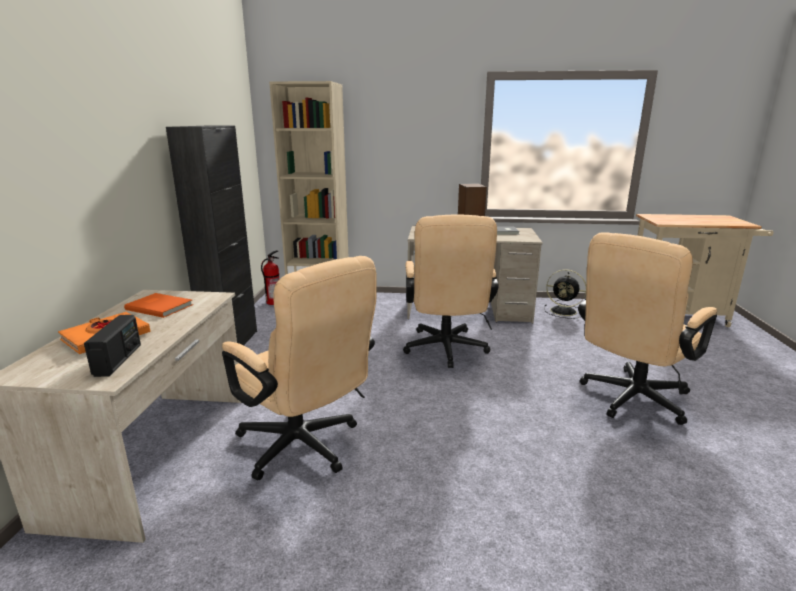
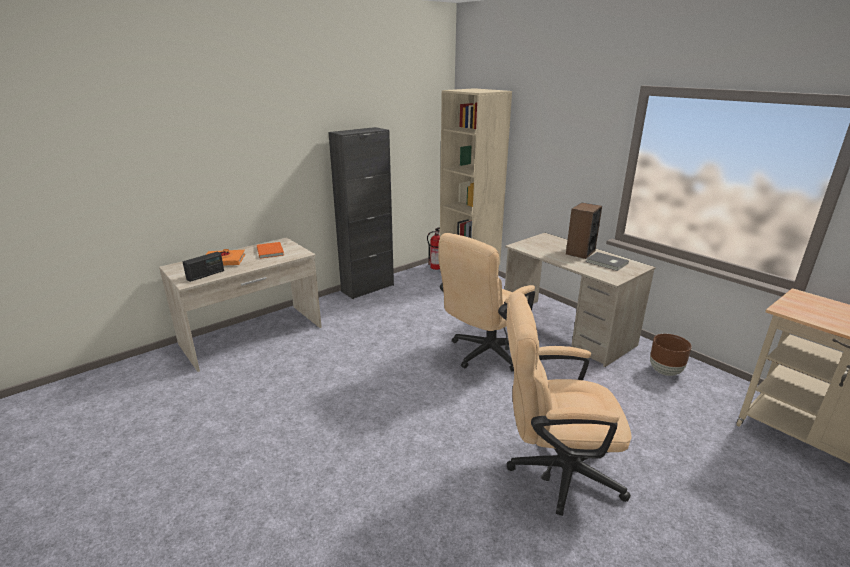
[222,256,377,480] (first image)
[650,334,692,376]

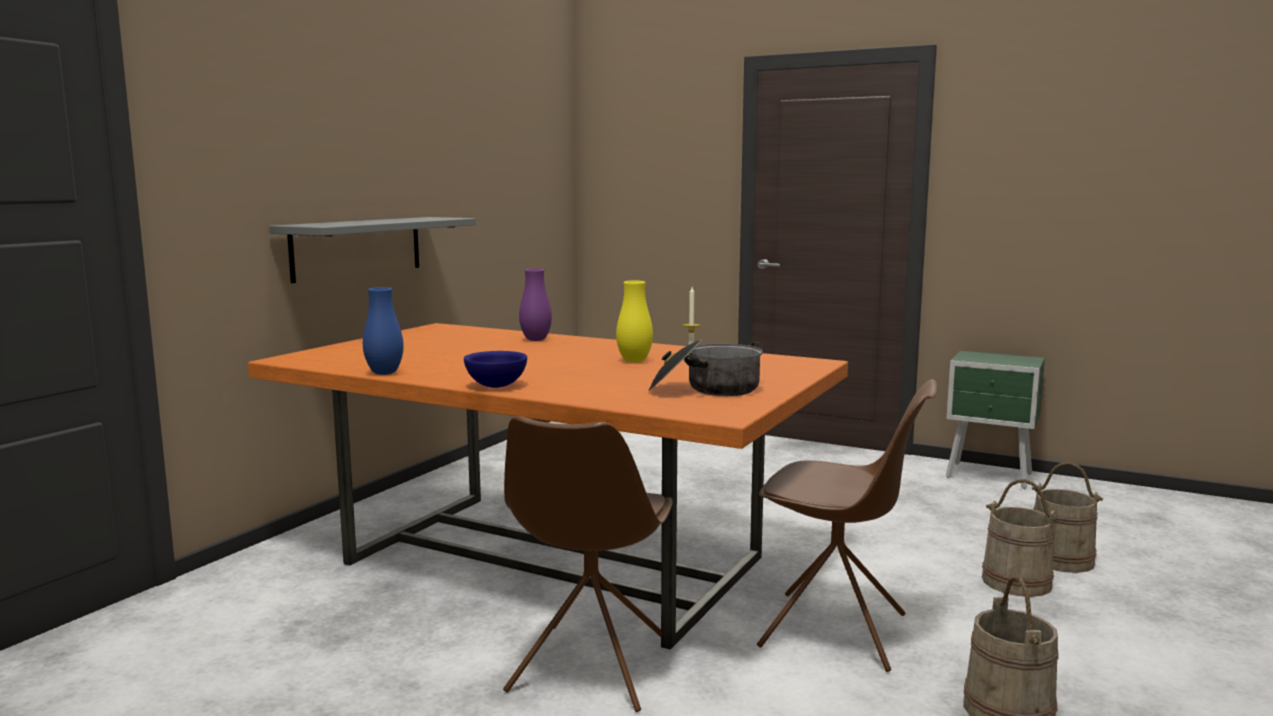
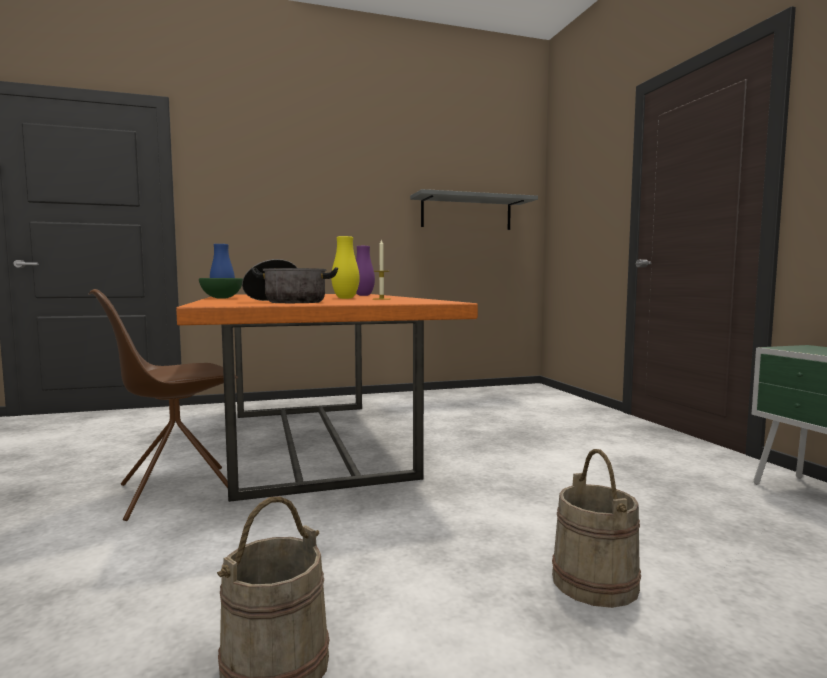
[757,379,937,672] (first image)
[1032,462,1104,573] (first image)
[410,189,538,230]
[199,278,243,299]

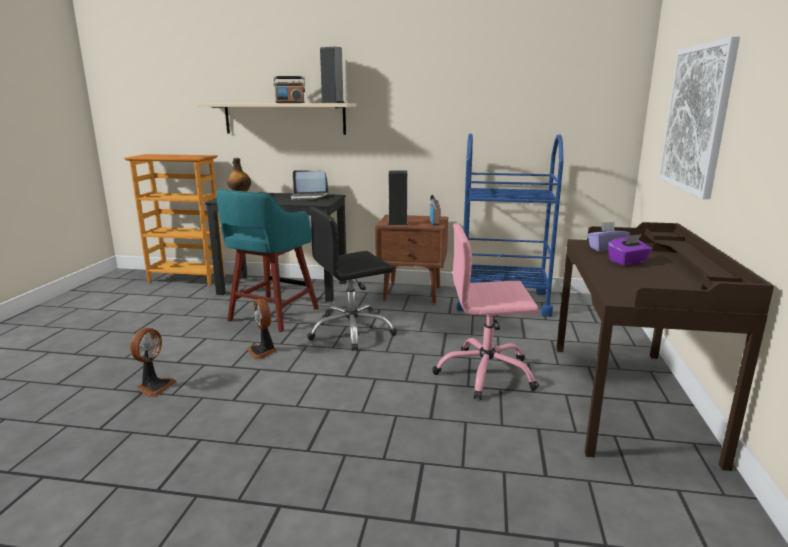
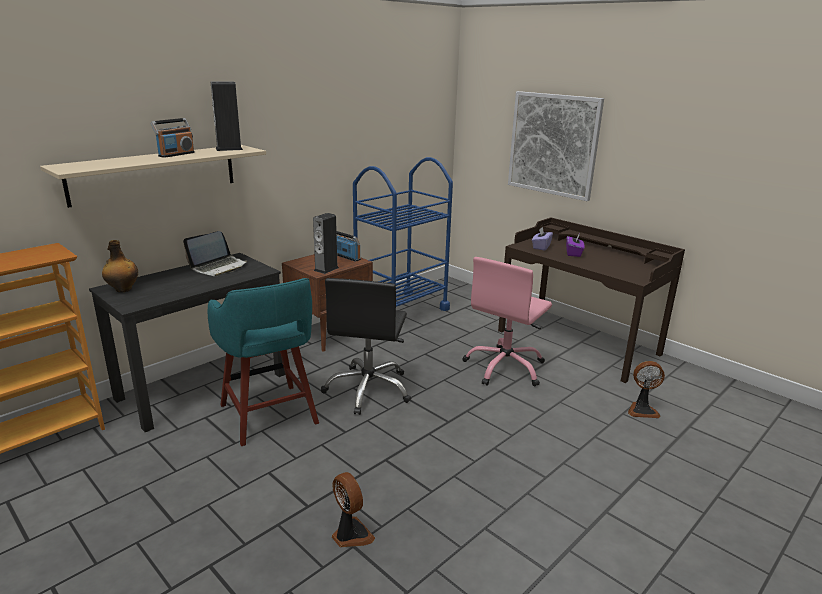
[628,361,665,418]

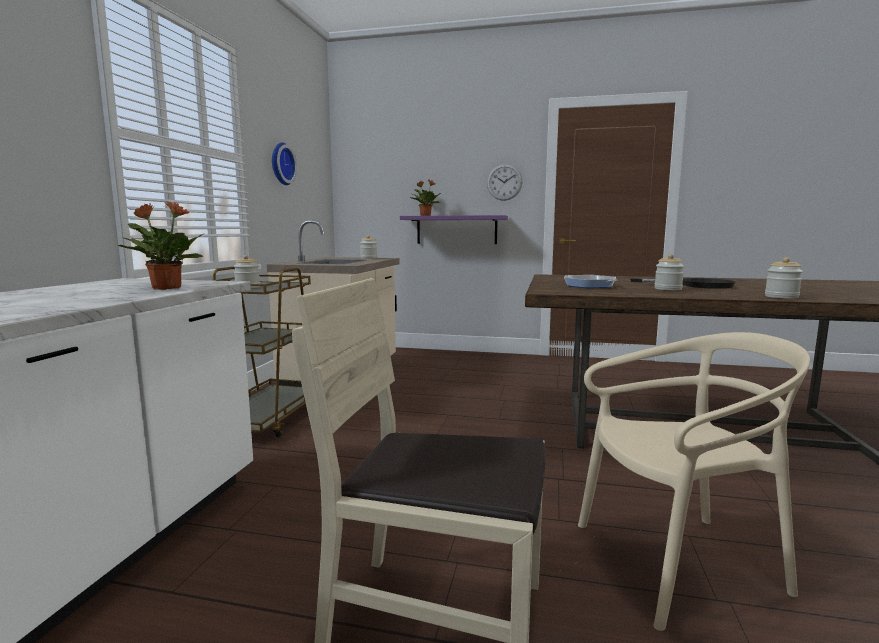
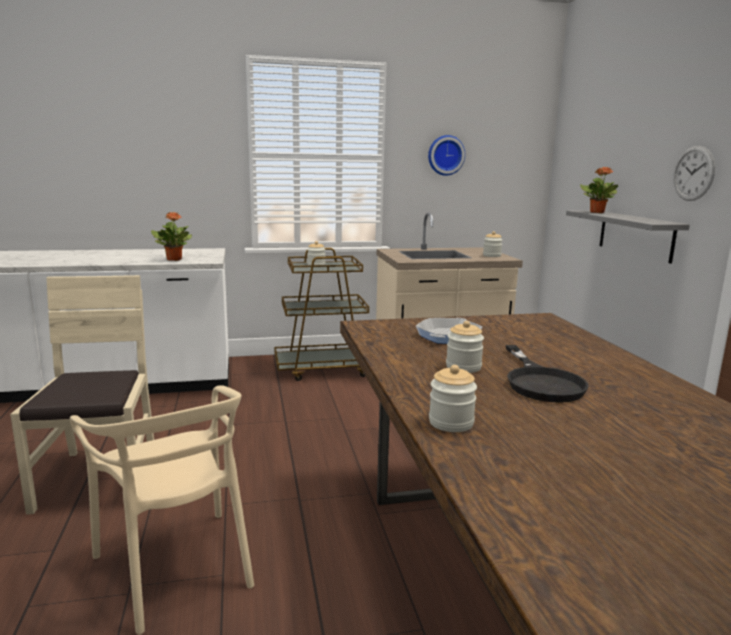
[566,210,690,264]

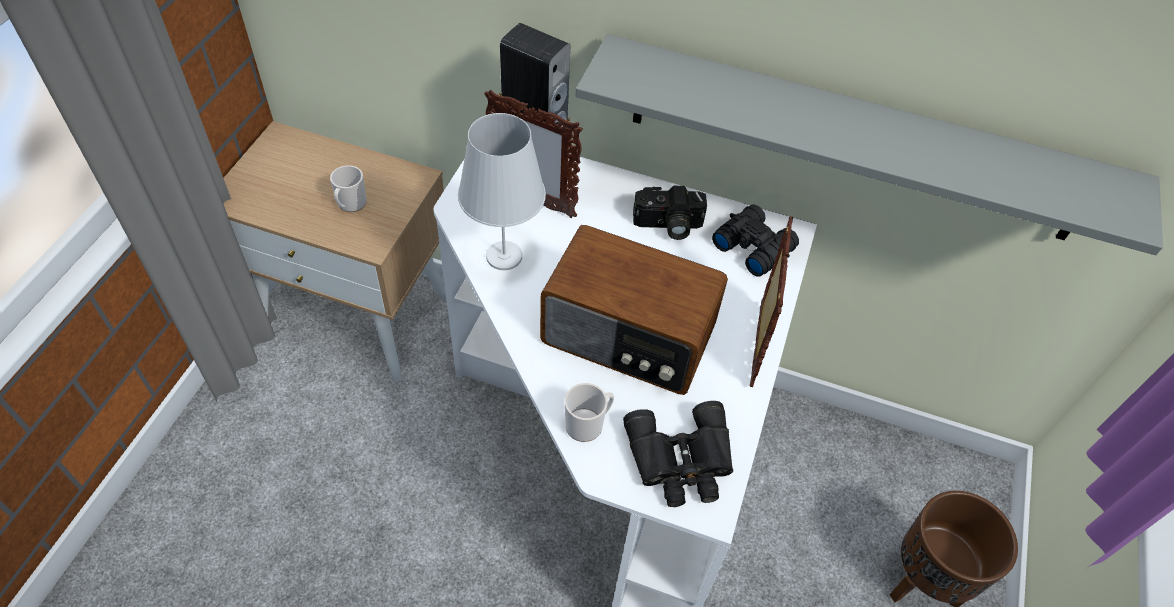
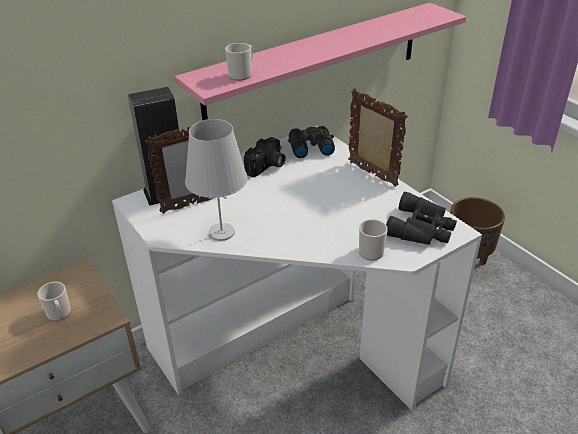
[540,225,728,395] (first image)
[225,43,253,81]
[174,3,466,120]

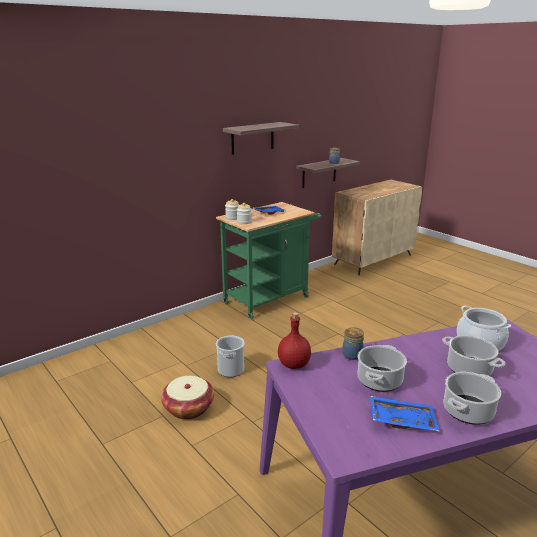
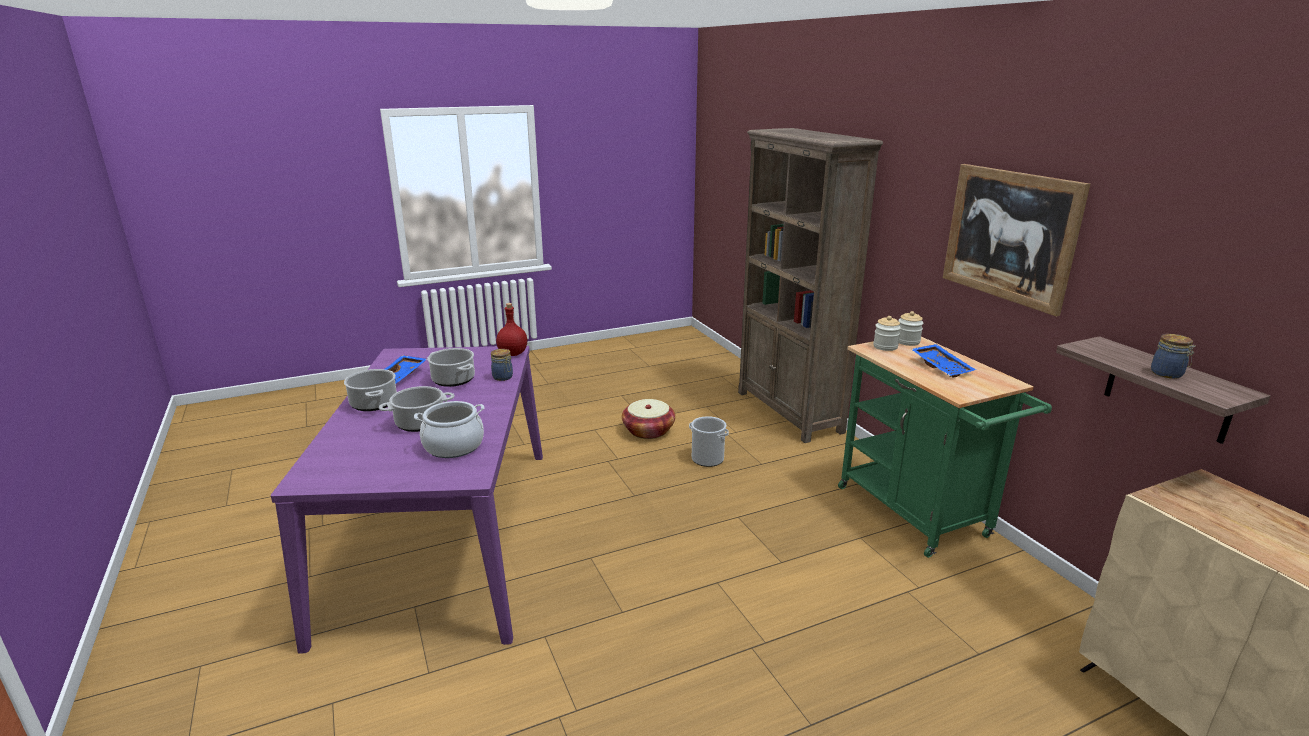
[738,128,883,443]
[943,164,1090,316]

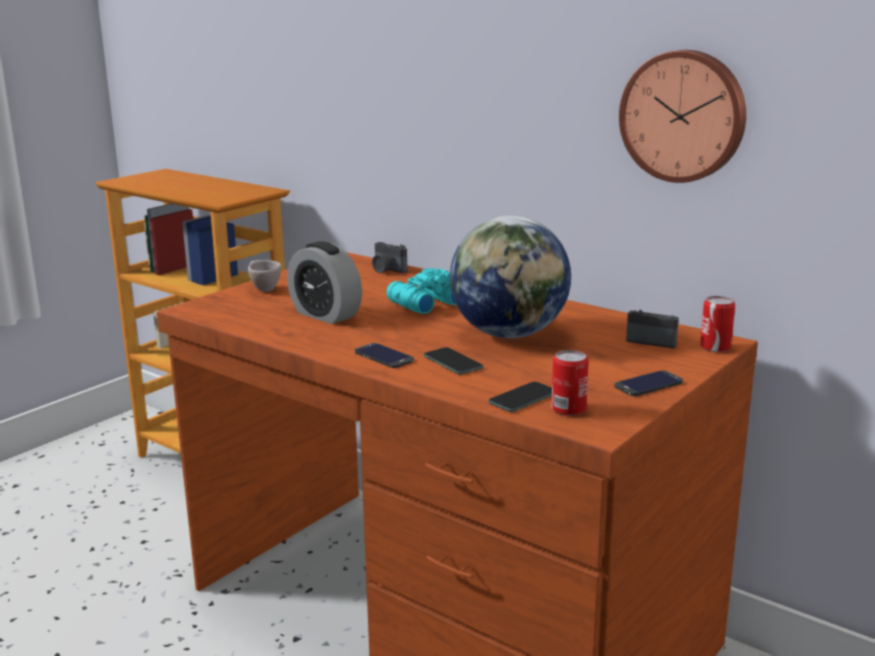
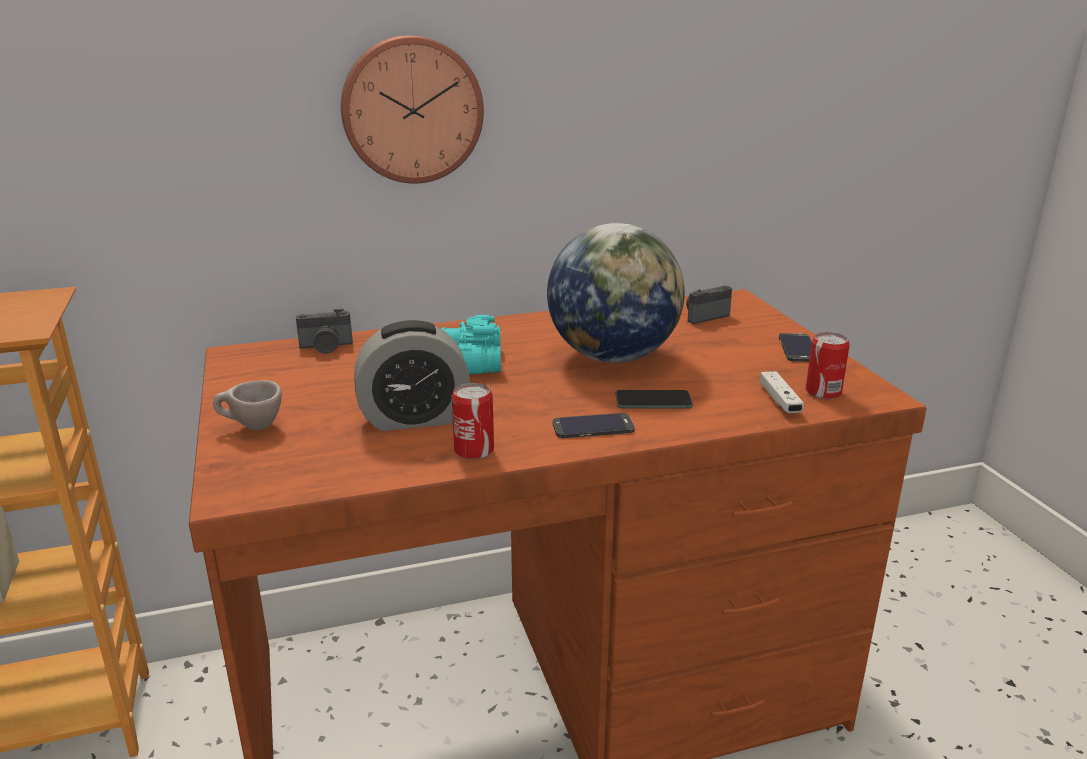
[341,35,484,184]
[452,383,494,460]
[760,371,804,413]

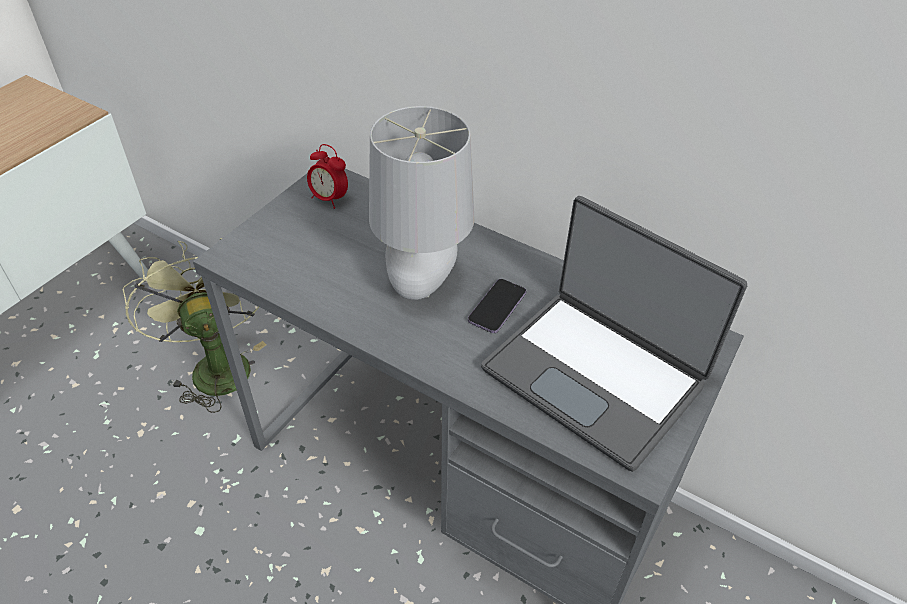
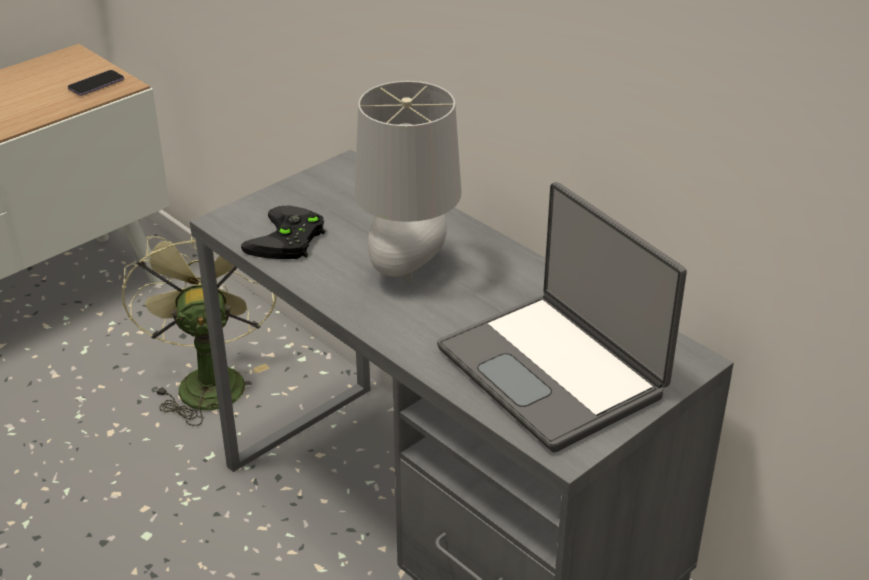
[307,144,348,209] (first image)
[241,205,325,259]
[68,70,124,96]

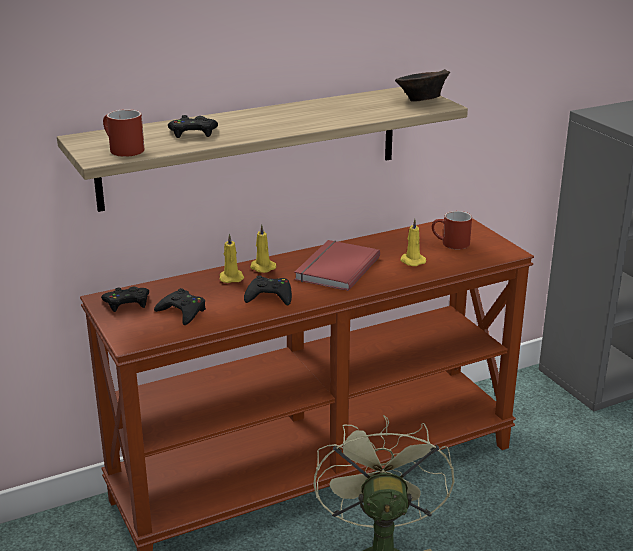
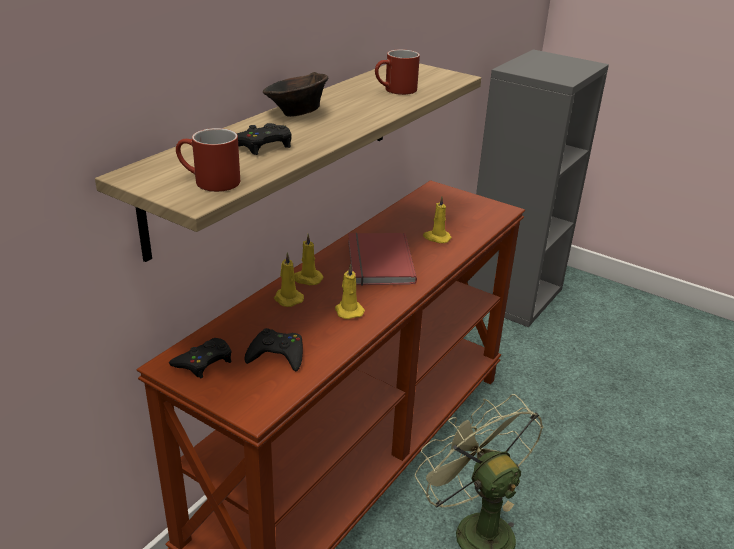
[263,72,328,117]
[375,49,420,95]
[335,264,365,319]

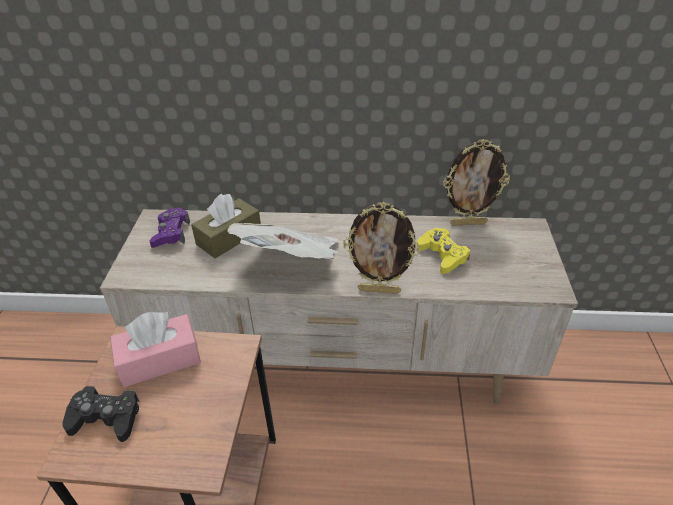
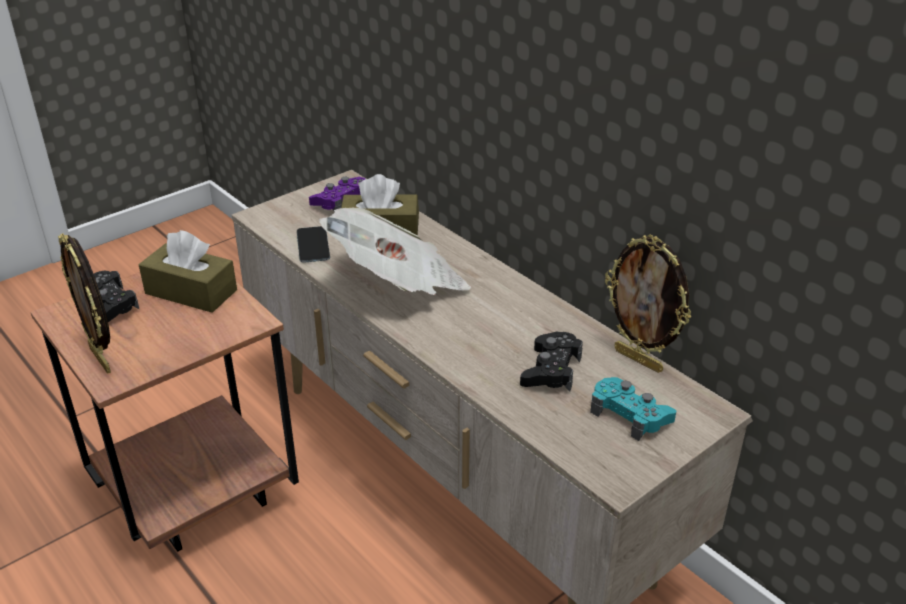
[297,226,330,263]
[590,377,676,441]
[58,233,111,374]
[138,230,237,313]
[520,331,583,392]

